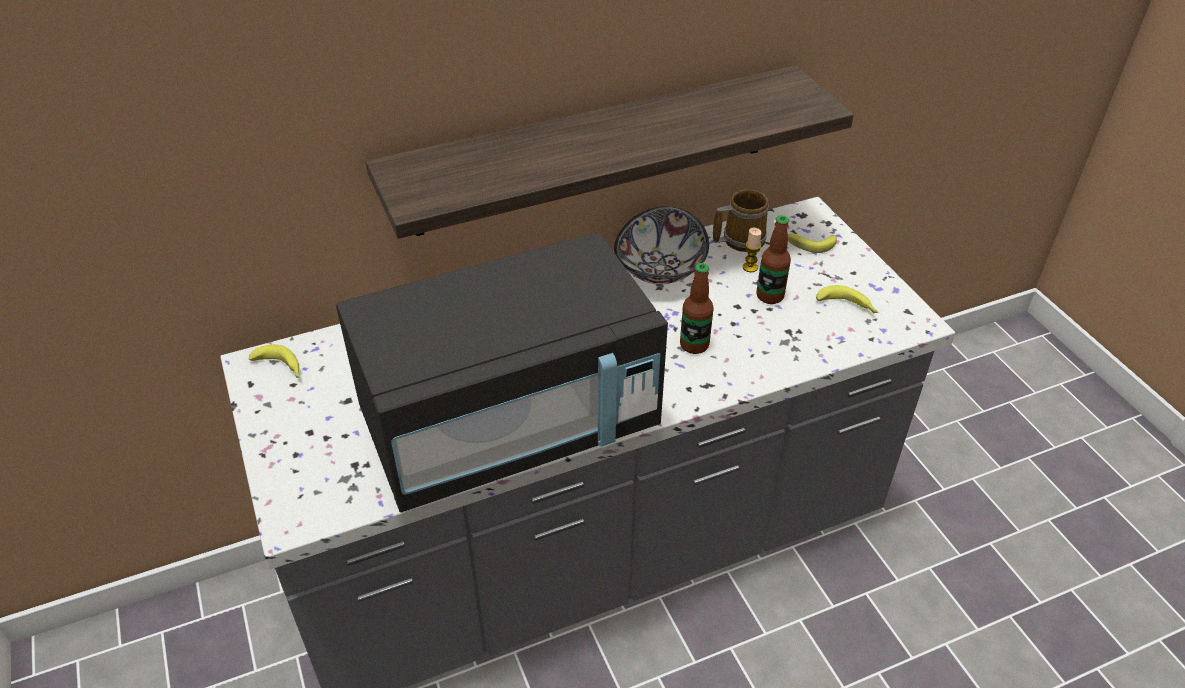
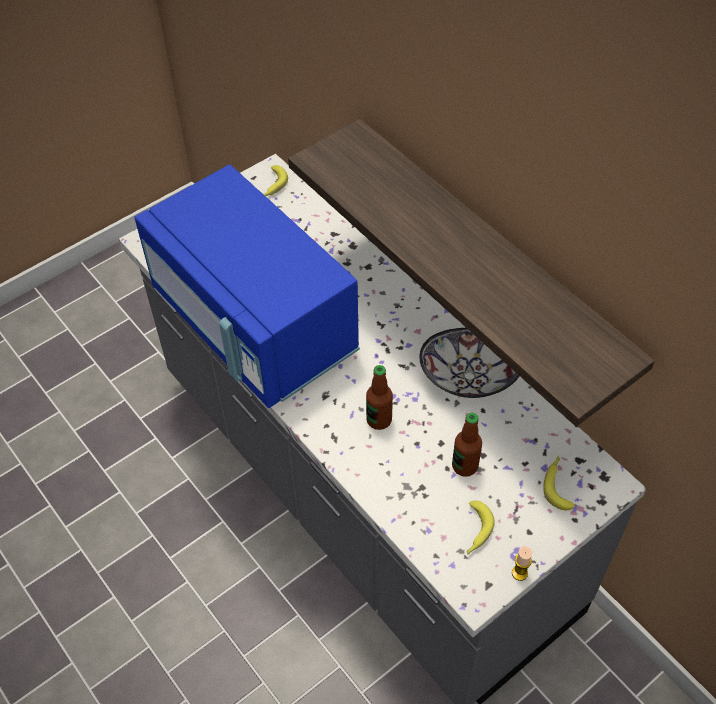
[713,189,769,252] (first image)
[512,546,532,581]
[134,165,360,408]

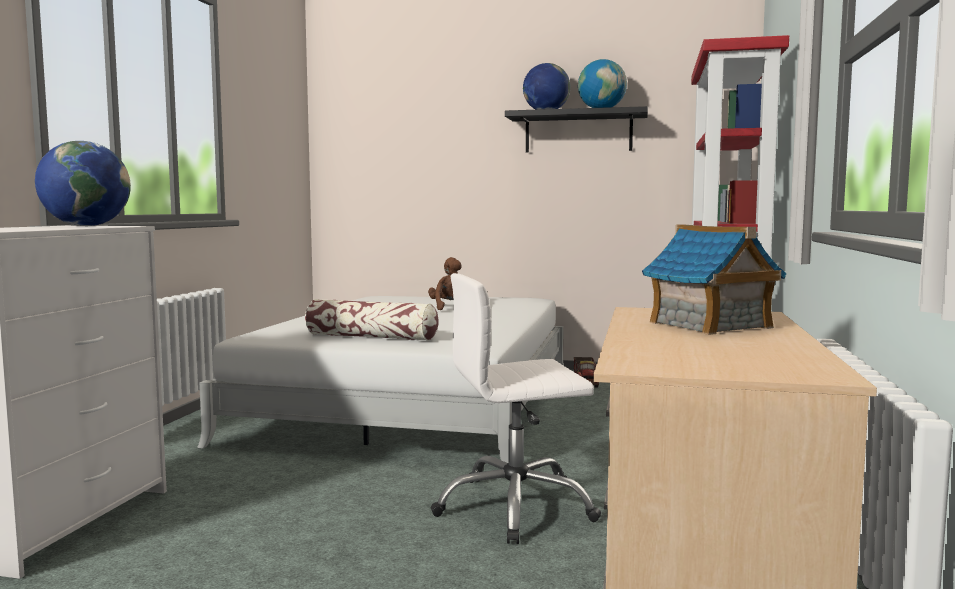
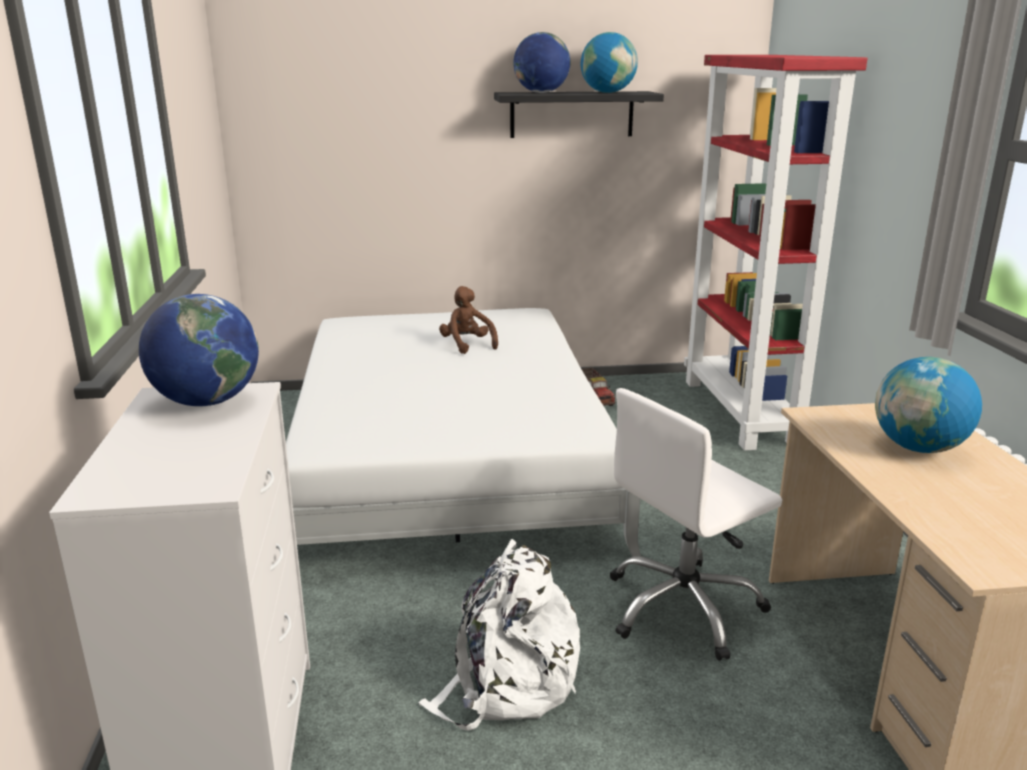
[305,299,439,341] (first image)
[418,539,580,731]
[875,357,982,453]

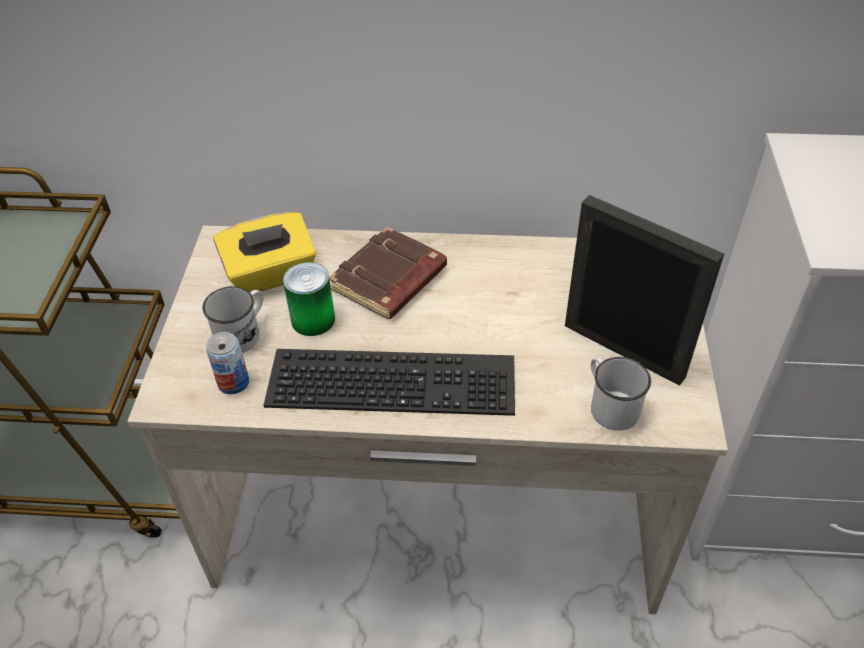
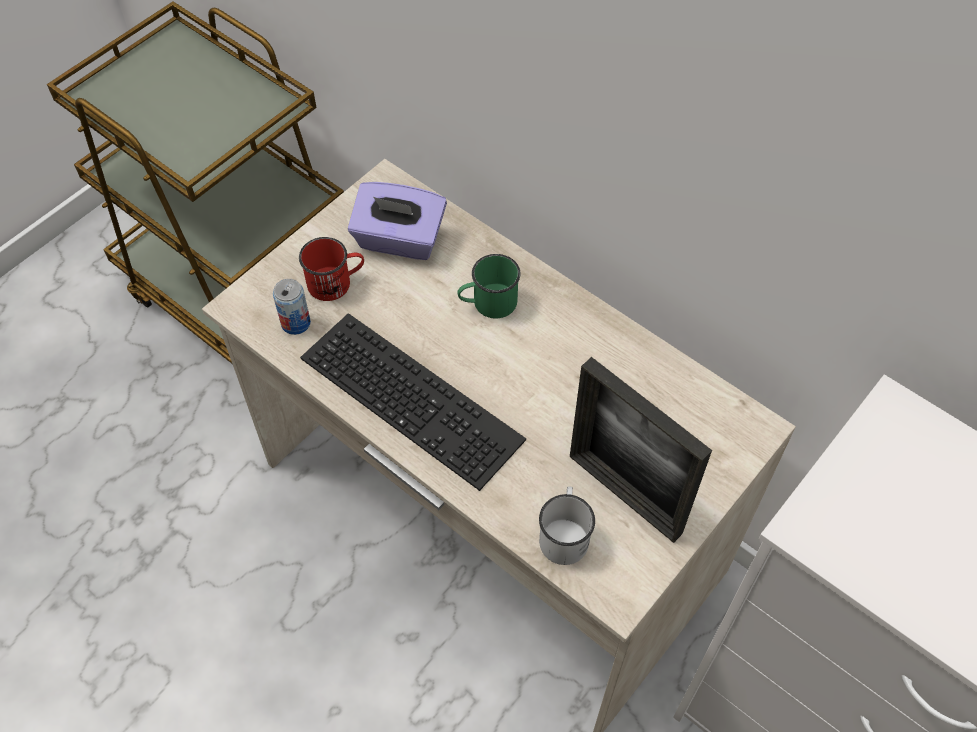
[283,262,335,336] (first image)
[457,254,520,319]
[299,237,364,301]
[348,182,447,260]
[570,357,712,543]

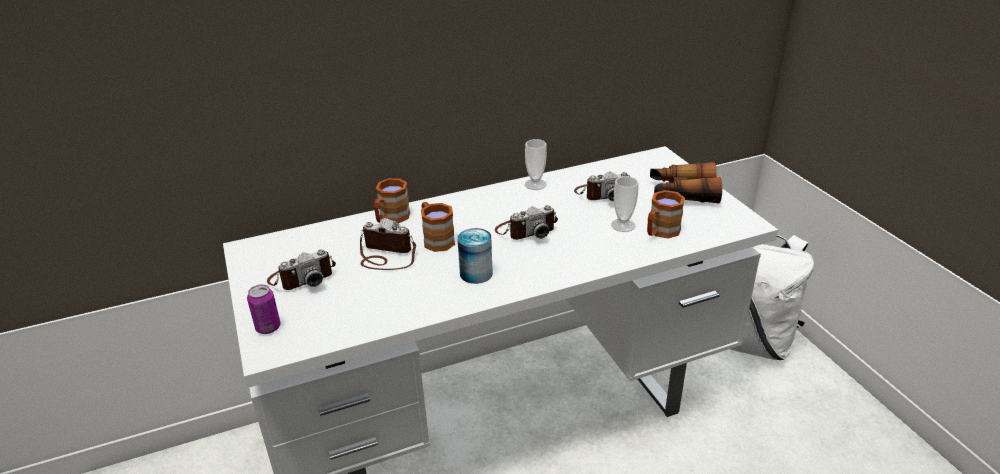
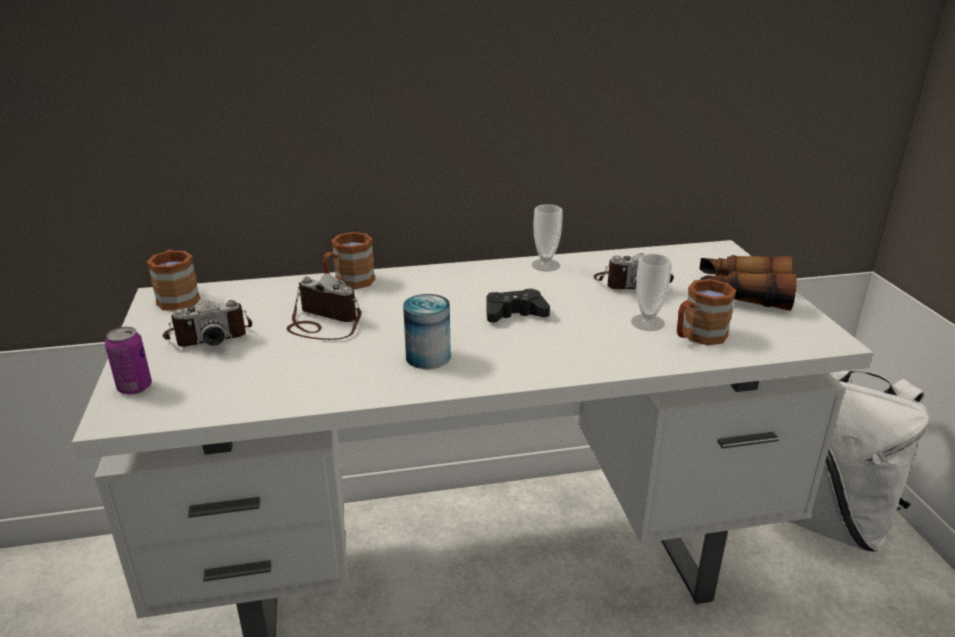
[147,249,200,311]
[486,289,550,323]

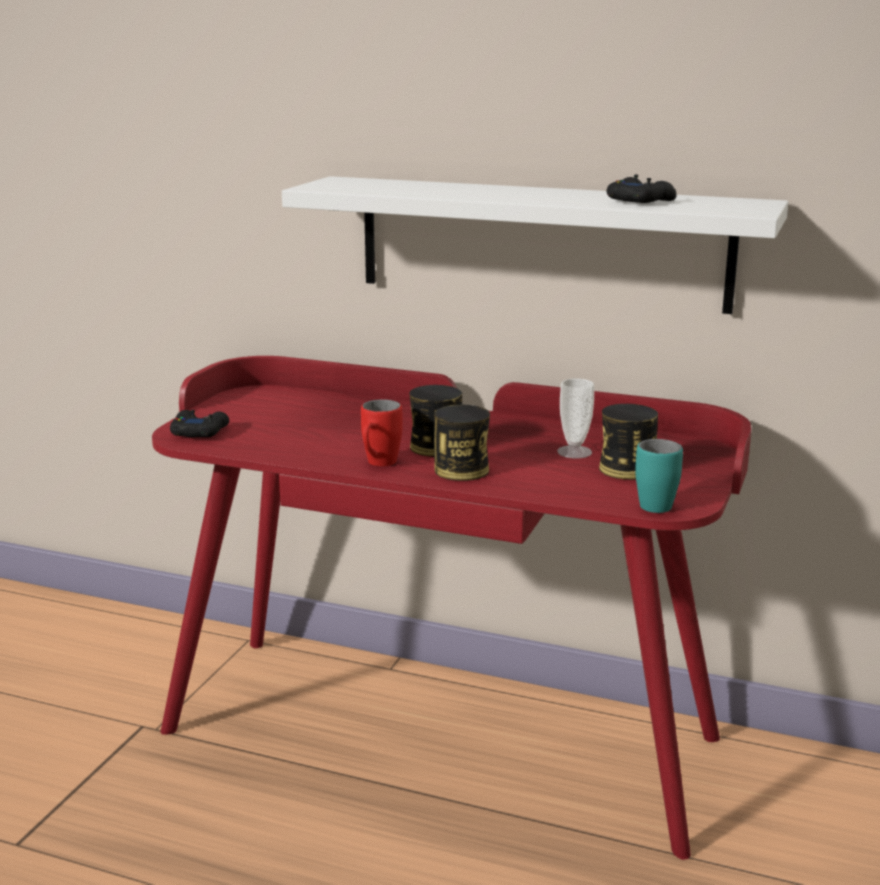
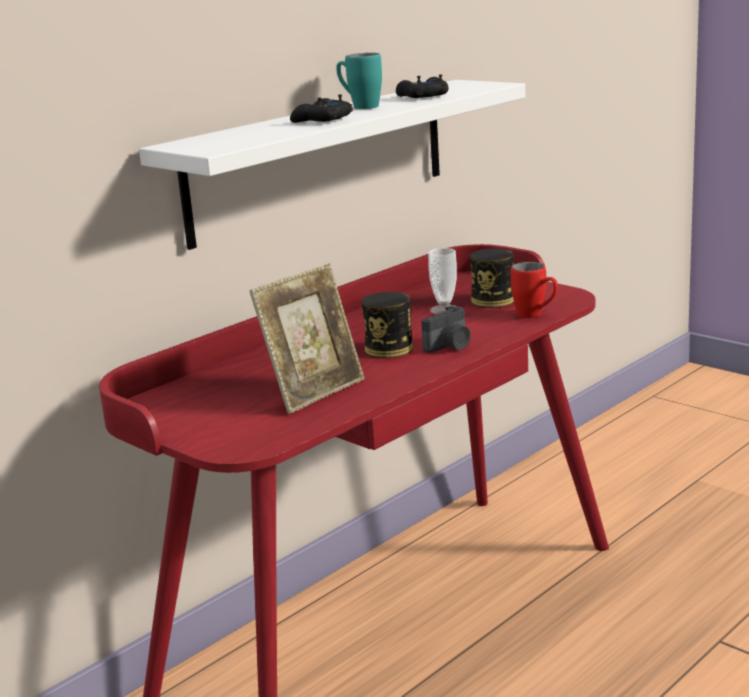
[250,263,365,414]
[290,94,353,123]
[511,262,558,318]
[336,53,382,109]
[421,305,471,353]

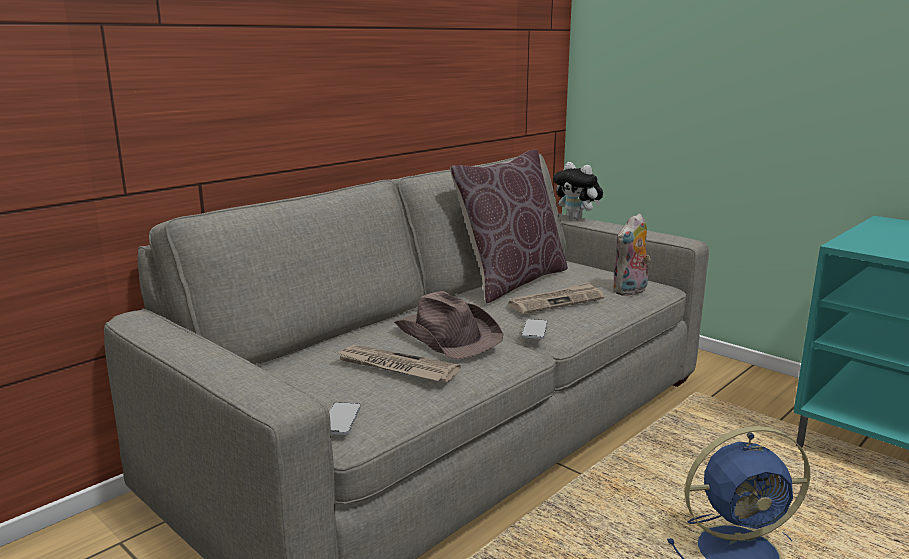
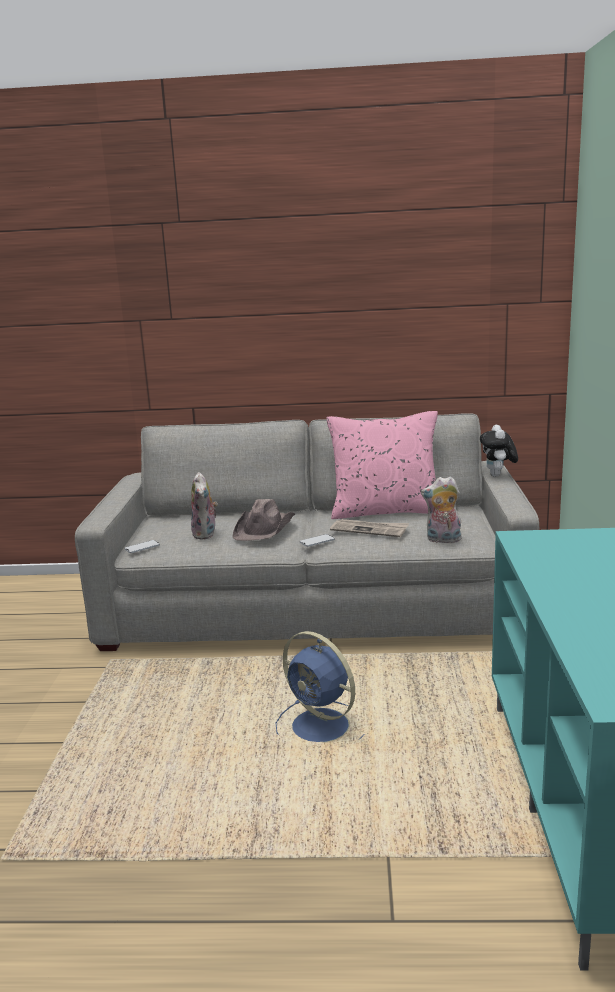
[191,472,218,540]
[327,411,438,519]

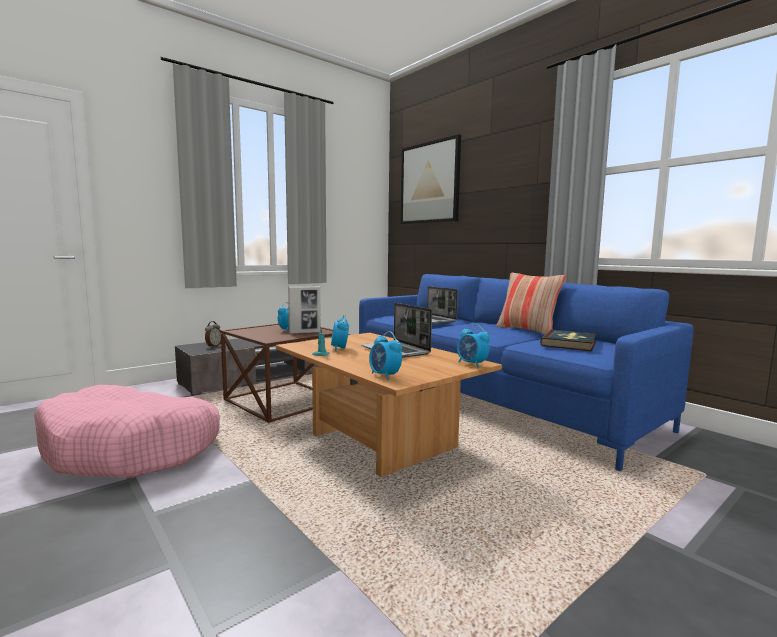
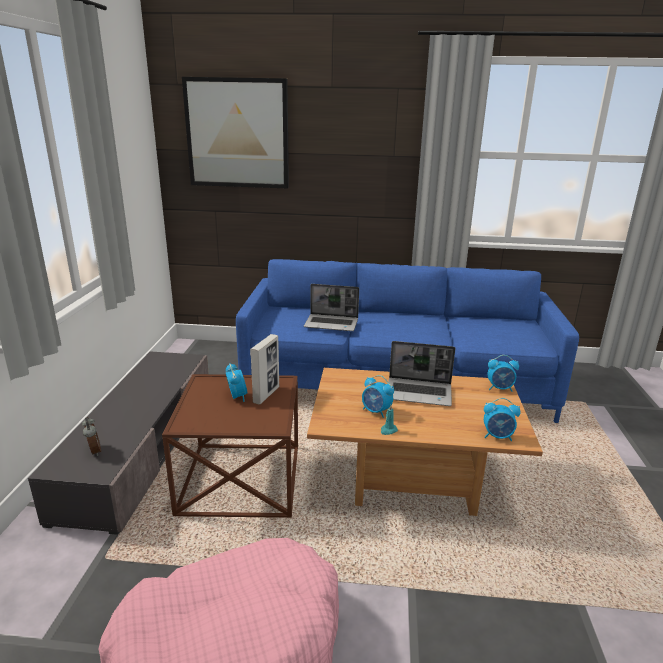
[497,272,566,335] (first image)
[540,330,596,351] (first image)

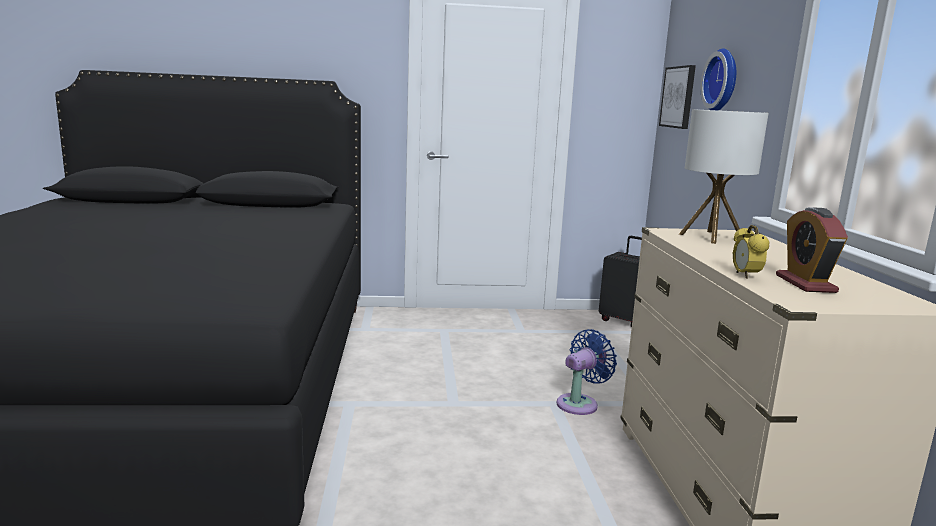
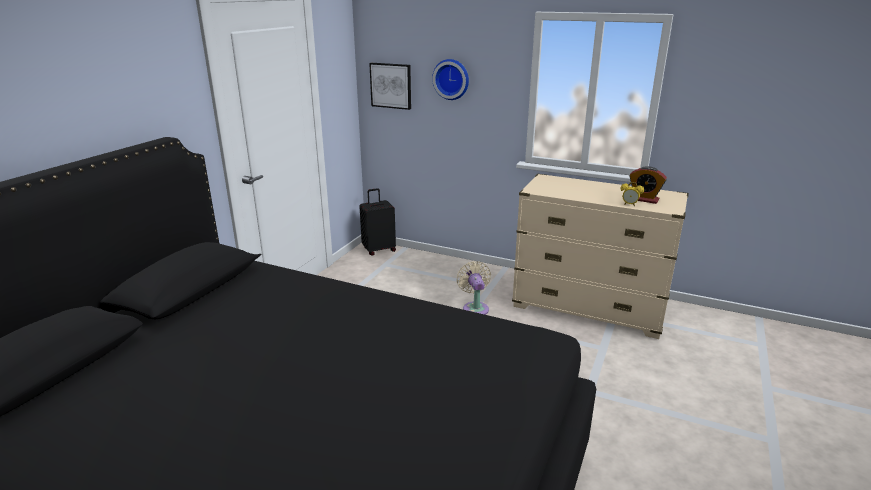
[679,109,768,244] (first image)
[457,261,491,315]

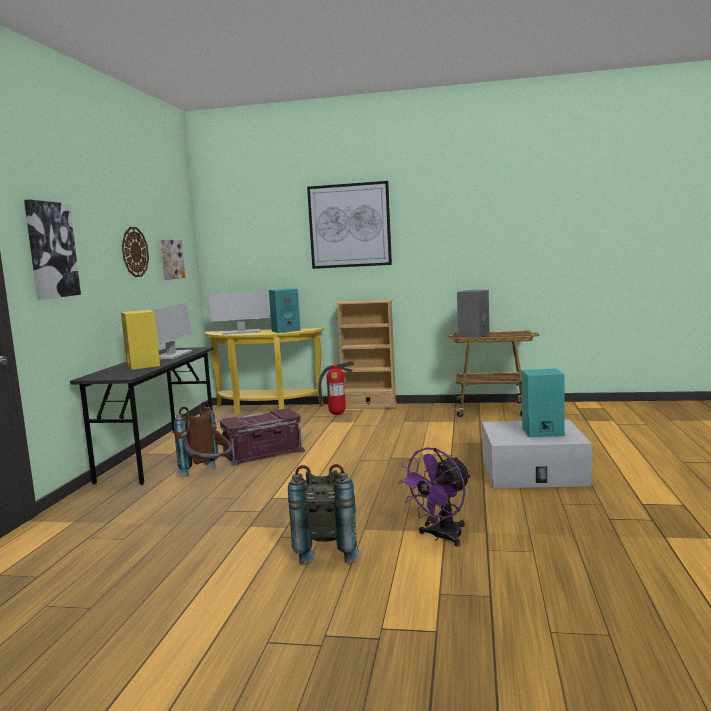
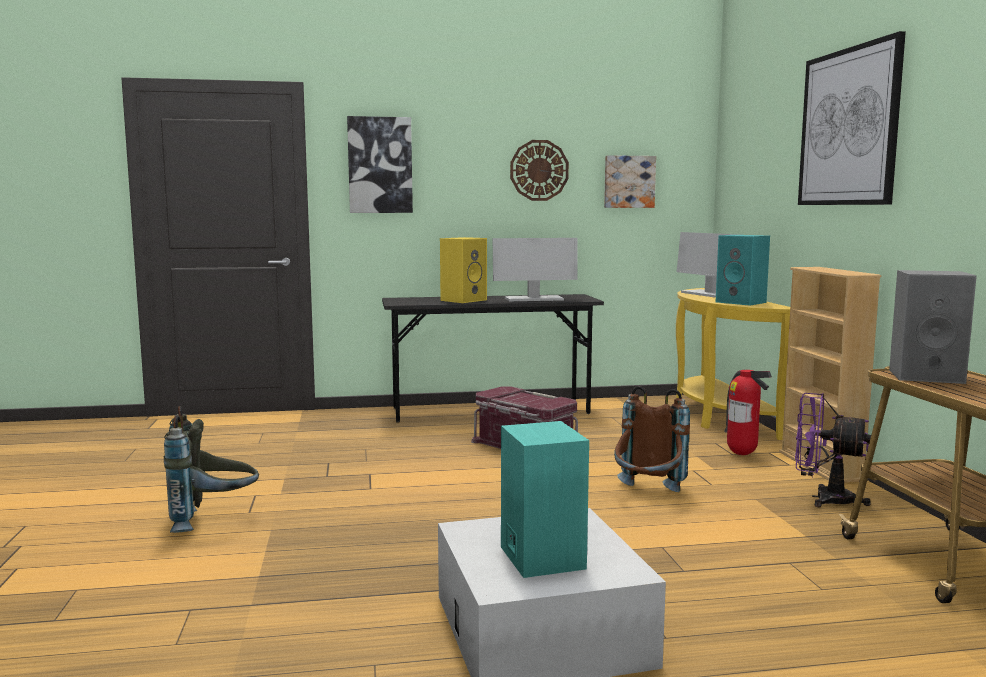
[614,386,690,492]
[795,393,871,508]

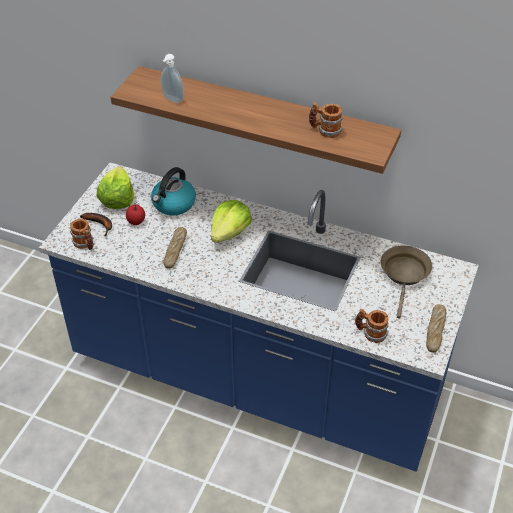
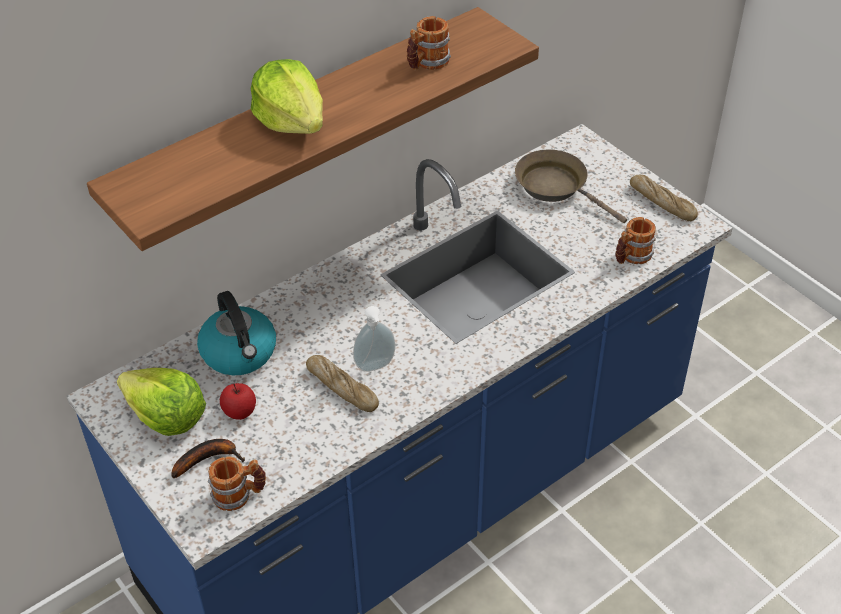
[353,306,395,372]
[251,59,323,134]

